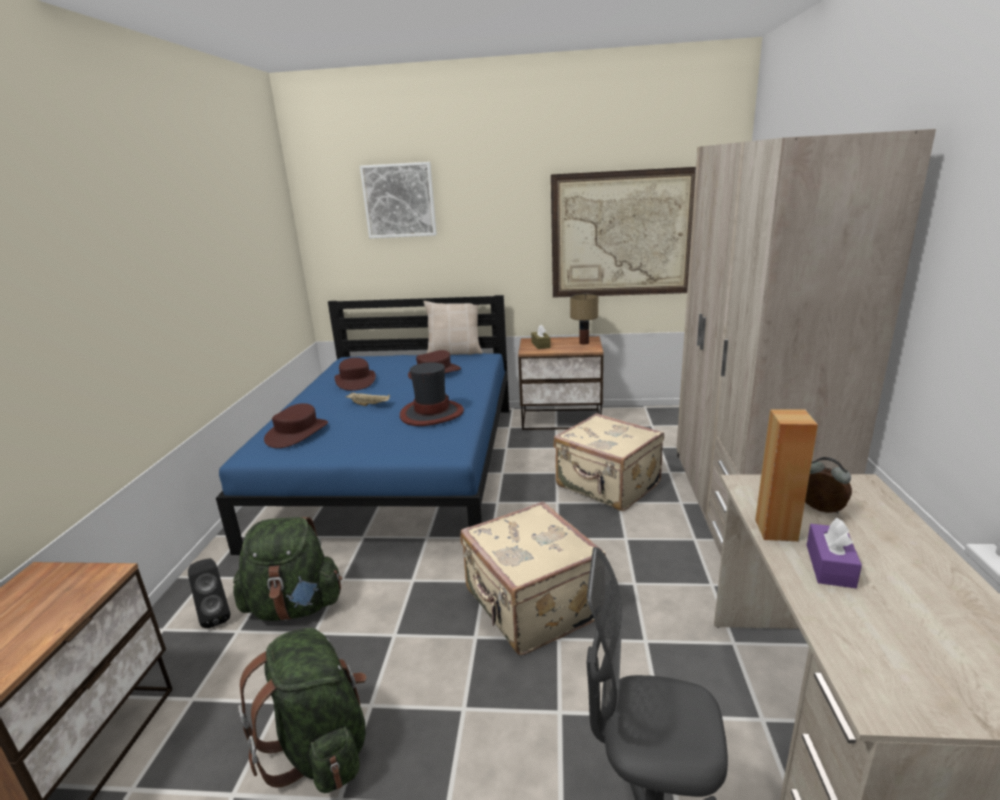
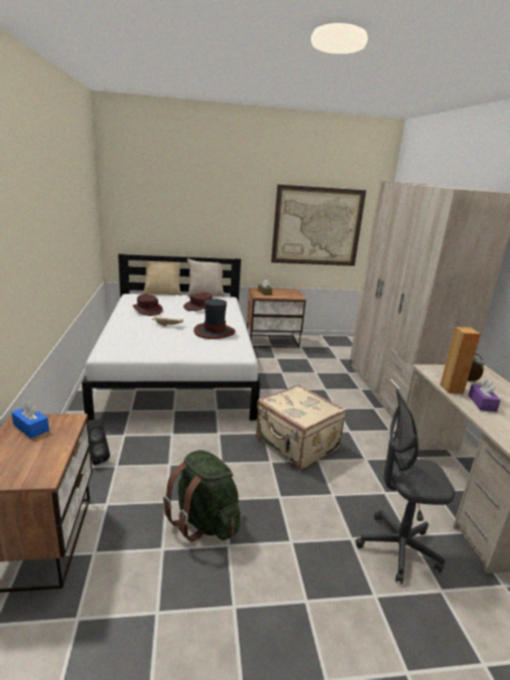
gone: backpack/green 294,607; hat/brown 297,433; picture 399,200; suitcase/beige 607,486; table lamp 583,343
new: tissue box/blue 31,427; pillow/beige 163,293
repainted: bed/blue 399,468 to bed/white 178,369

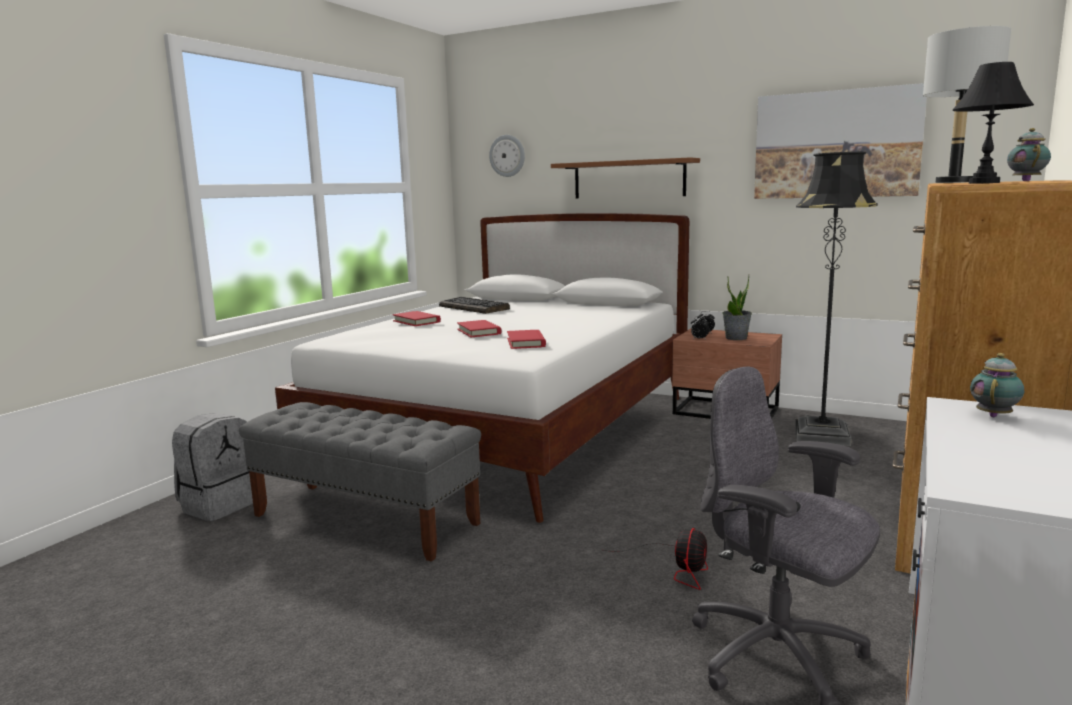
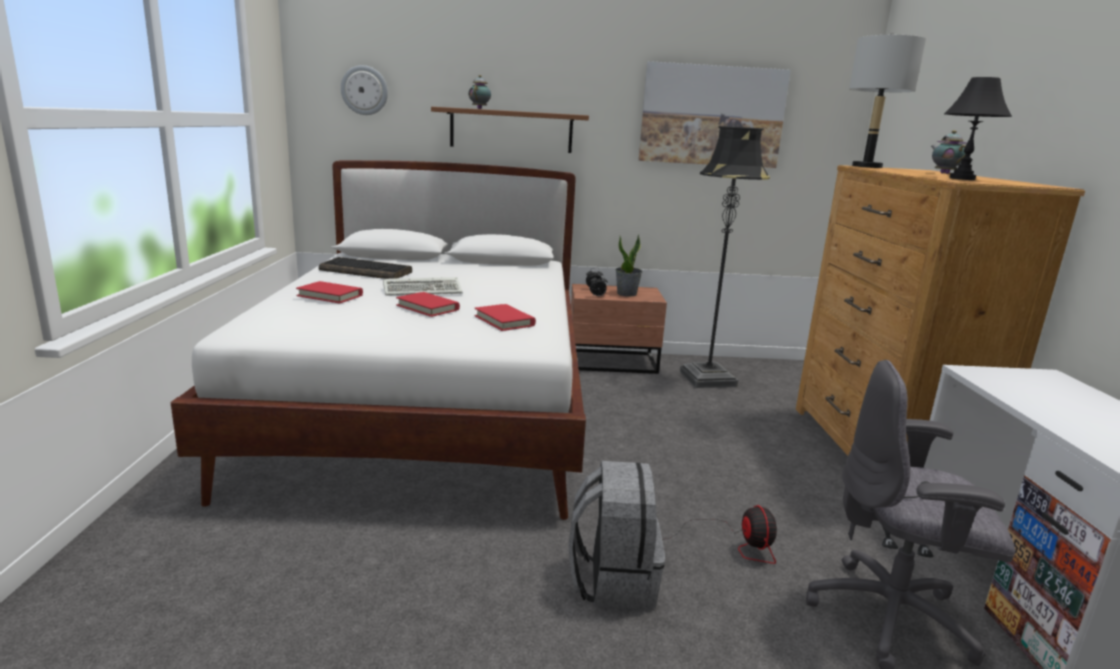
gone: bench/grey 365,519
new: keyboard 424,290
shifted: backpack/grey 219,504 to 612,580; teapot 994,415 to 480,109

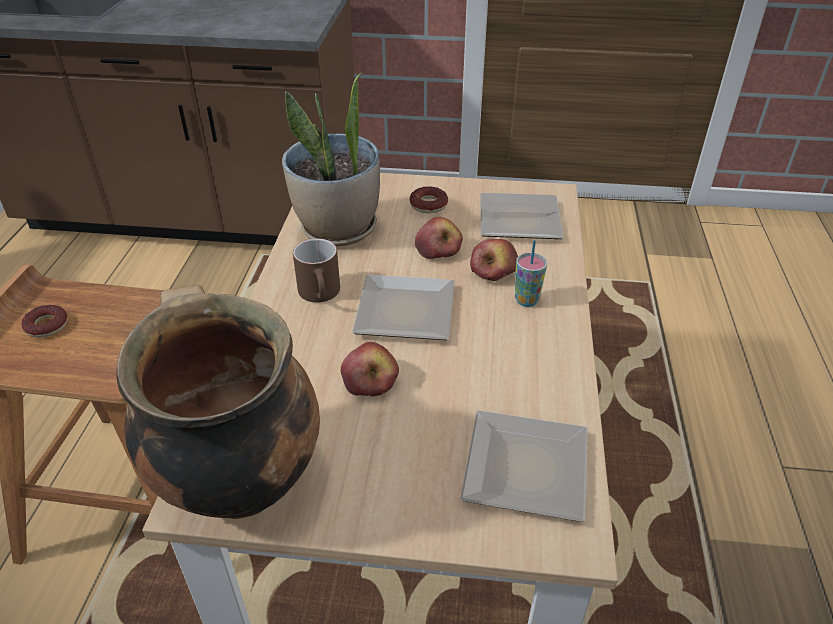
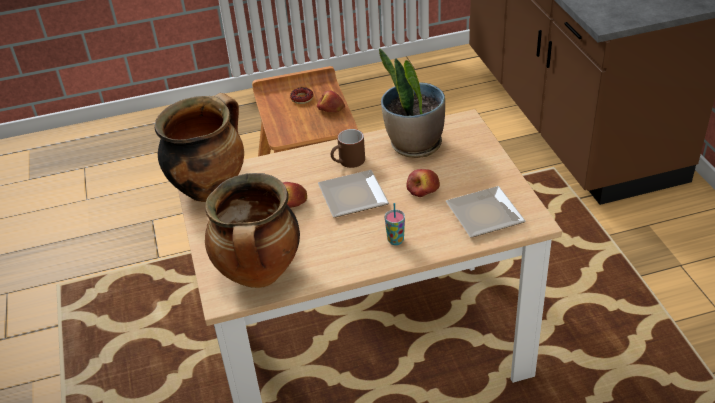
gone: donut 428,205
shifted: apple 494,271 to 331,109
swapped: plate 530,466 to cooking pot 260,275

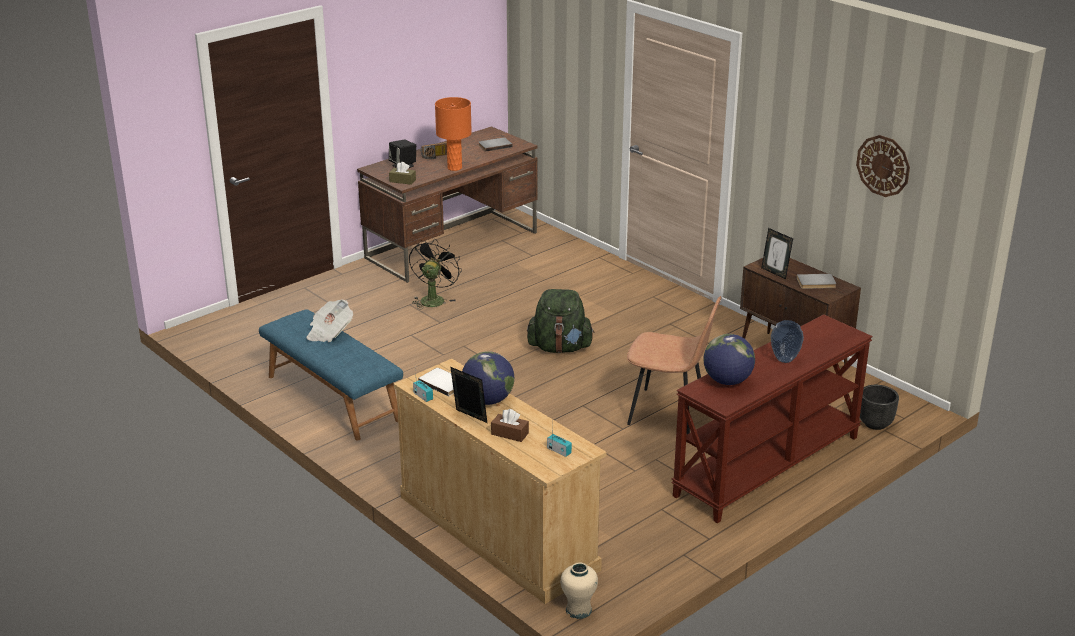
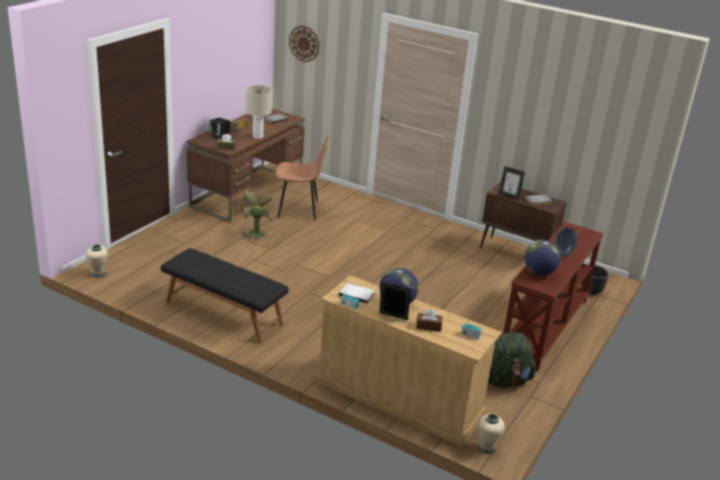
gone: newspaper 329,333
new: vase/beige 98,273
shifted: backpack/green 560,348 to 504,381; chair/brown 669,412 to 299,209; wall clock 883,165 to 304,43
repainted: bench/blue 332,398 to bench/black 223,313; fan/black 433,299 to fan/green 256,232; table lamp/orange 454,168 to table lamp/beige 257,136

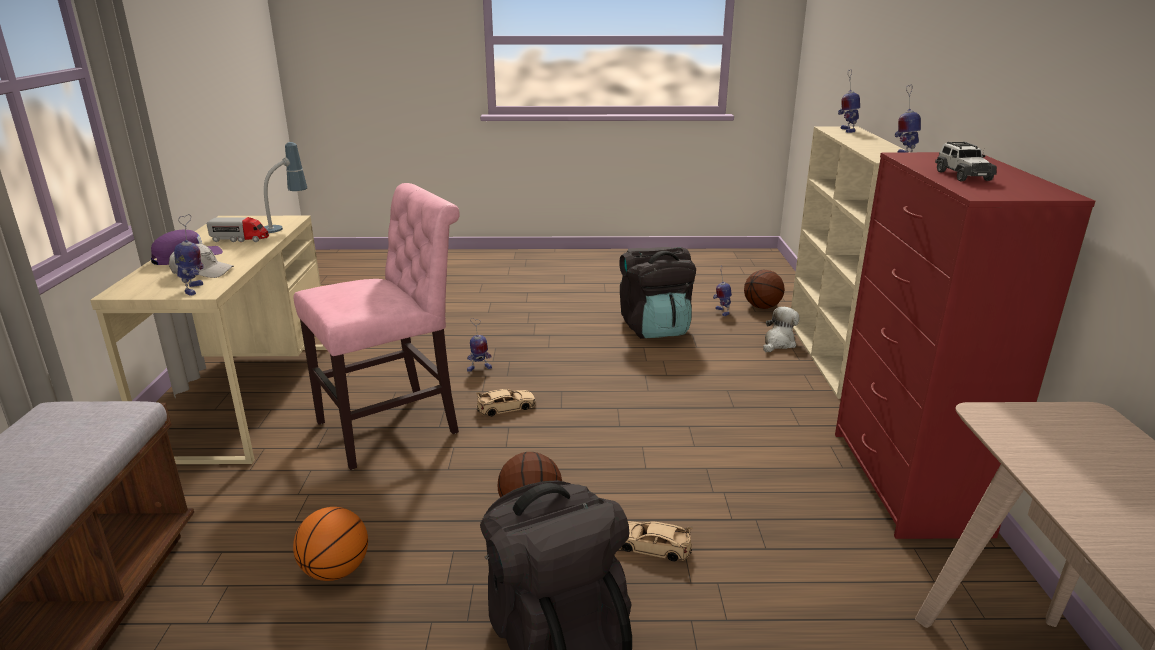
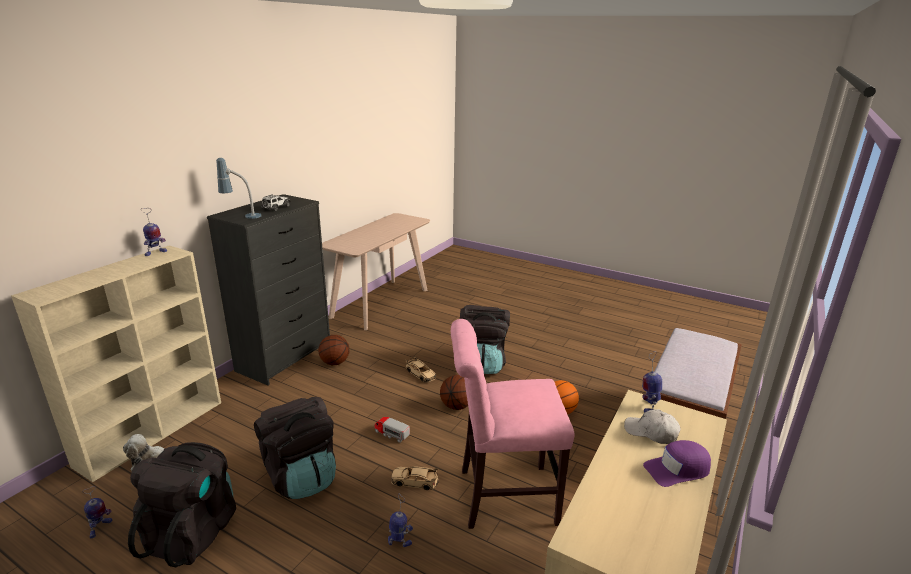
gone: toy robot 846,130
new: backpack/black 301,476
shifted: toy truck 240,239 to 391,433; table lamp 286,227 to 242,216; basketball 762,307 to 334,362
repainted: dresser/red 908,482 to dresser/black 285,357

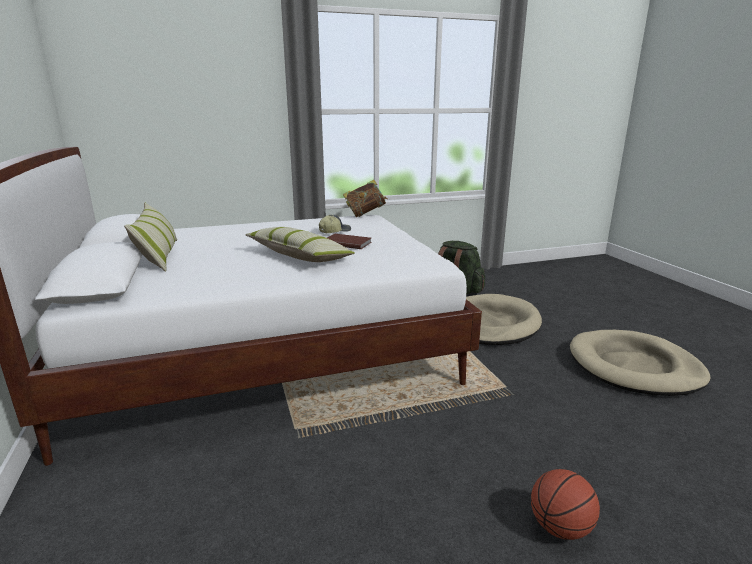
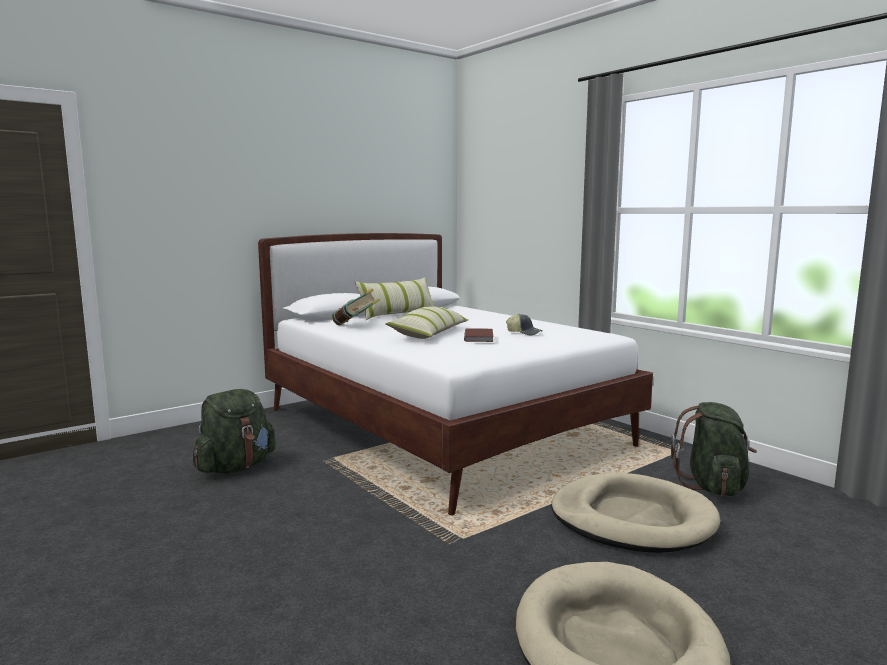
gone: basketball 560,527
new: backpack/green 236,467
shifted: book 365,214 to 356,326

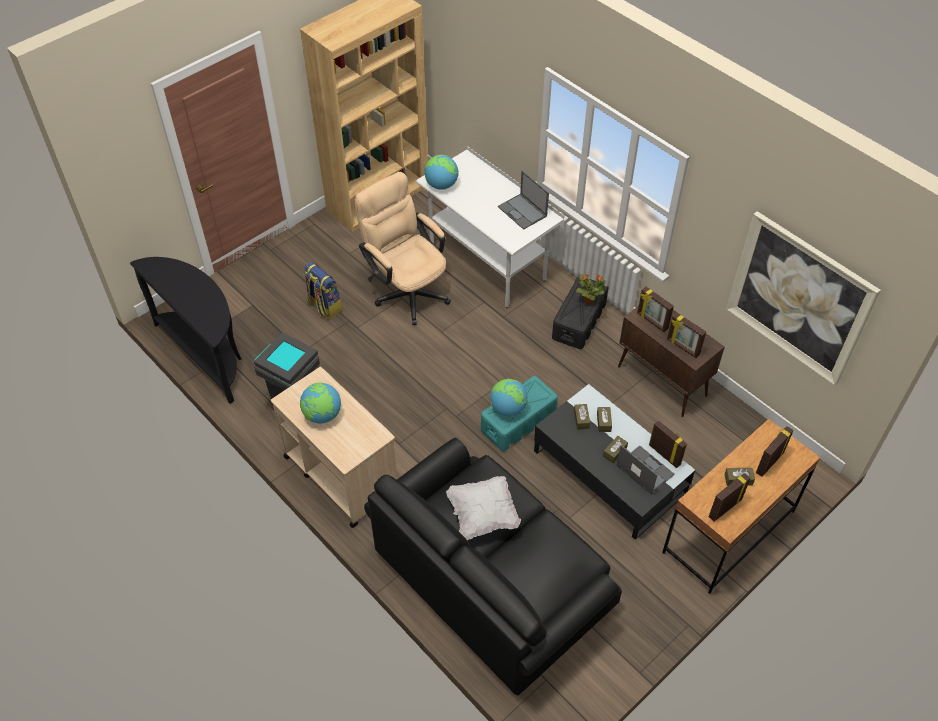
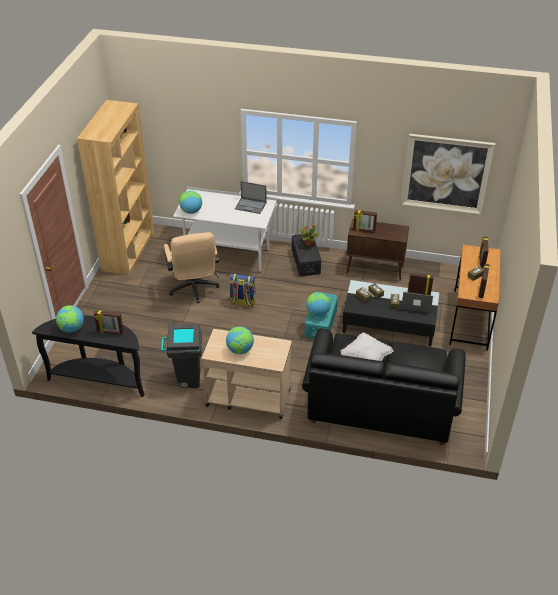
new: globe 72,329
shifted: backpack 324,306 to 242,303; picture frame 682,347 to 110,332
rotated: office chair/beige 407,290 = 194,289 120 degrees counterclockwise

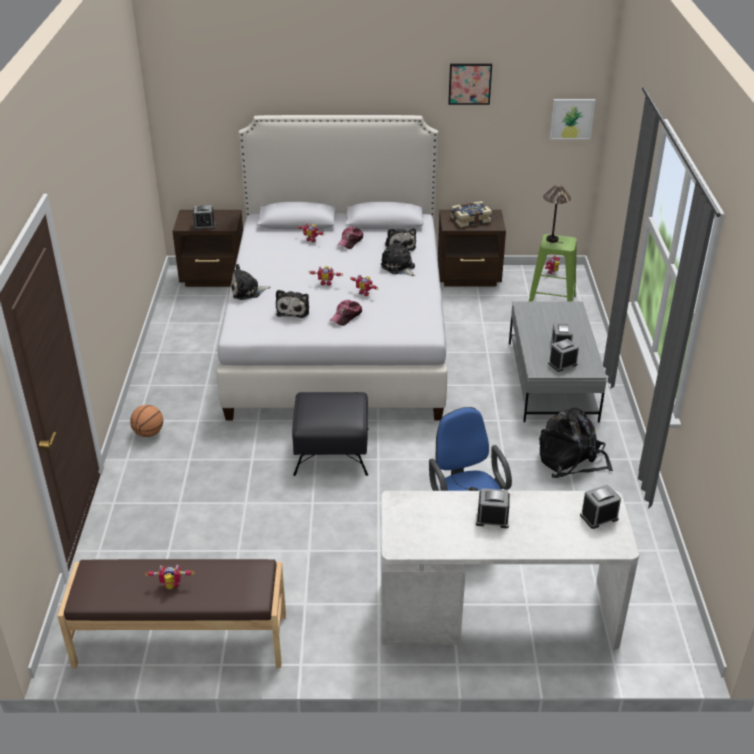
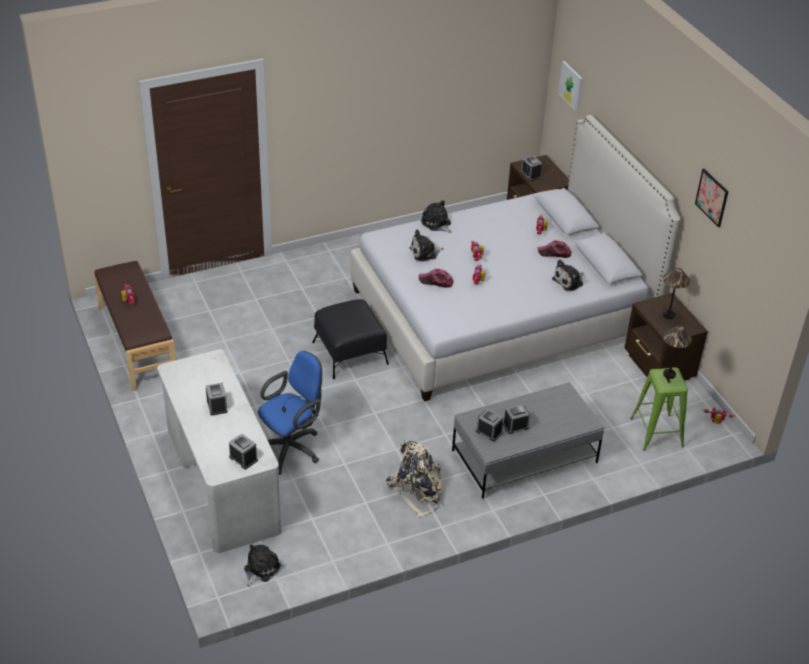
gone: basketball 148,433
shifted: plush toy 399,267 to 260,569; picture 572,118 to 571,86
swapped: book 470,219 to table lamp 668,315
repainted: backpack/black 571,460 to backpack/beige 417,490

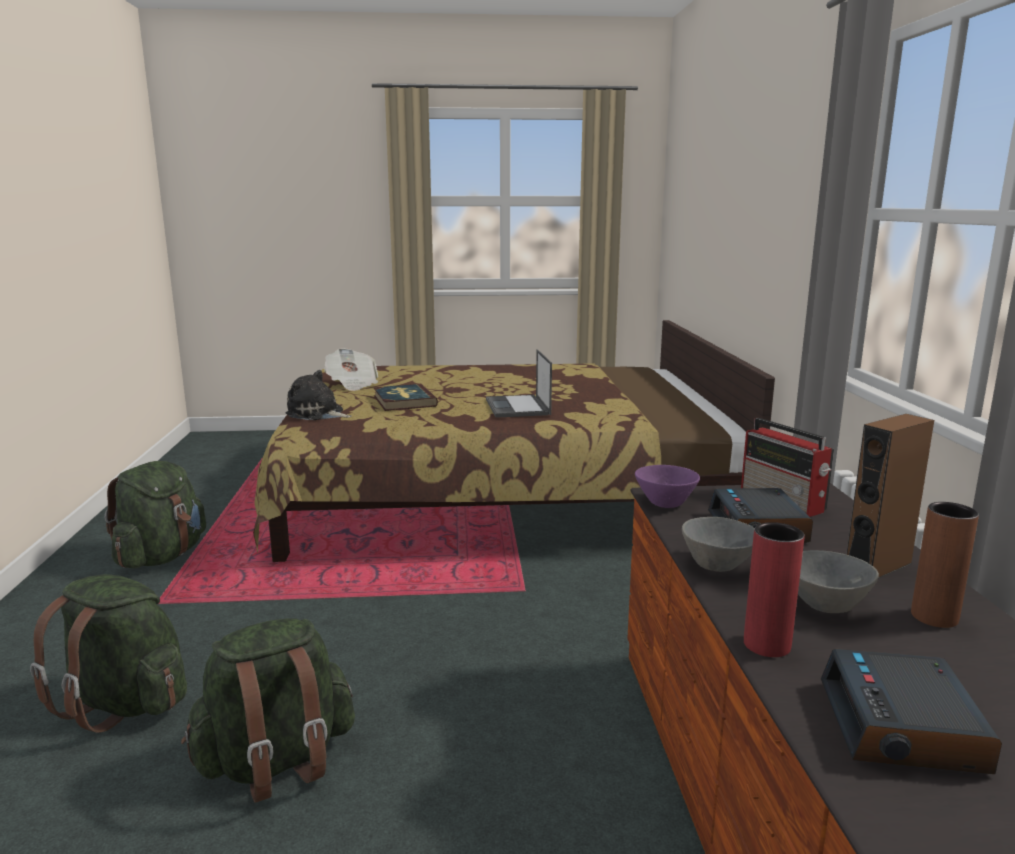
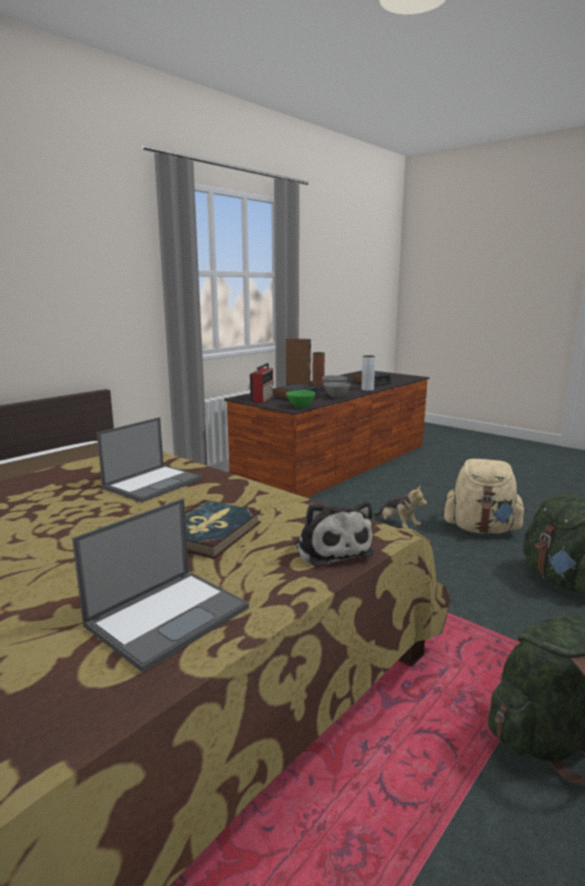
new: plush toy 398,525
swapped: newspaper 352,384 to laptop 169,615
repainted: backpack/green 277,762 to backpack/beige 481,529; bowl/purple 667,502 to bowl/green 300,406; vase/red 767,645 to vase/grey 367,389

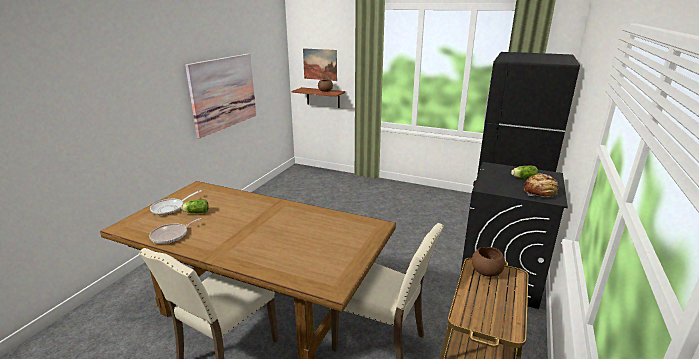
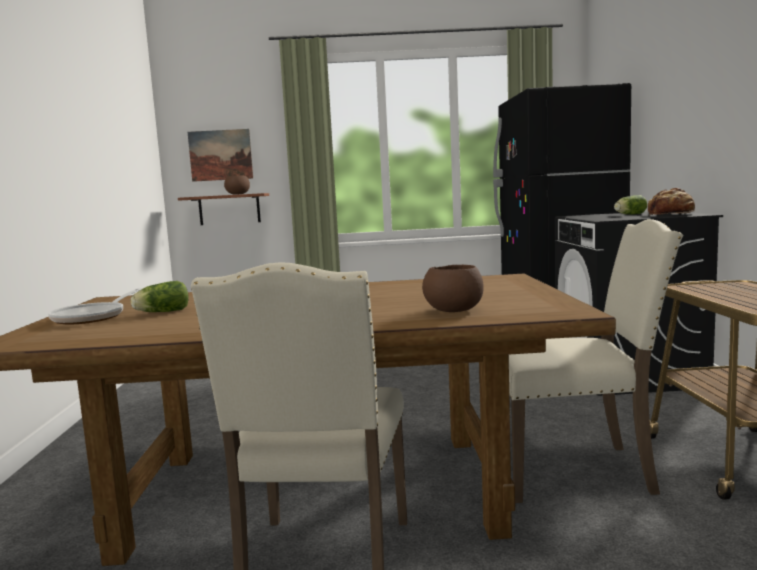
gone: frying pan 171,235; picture 223,93
shifted: bowl/brown 487,271 to 454,310

